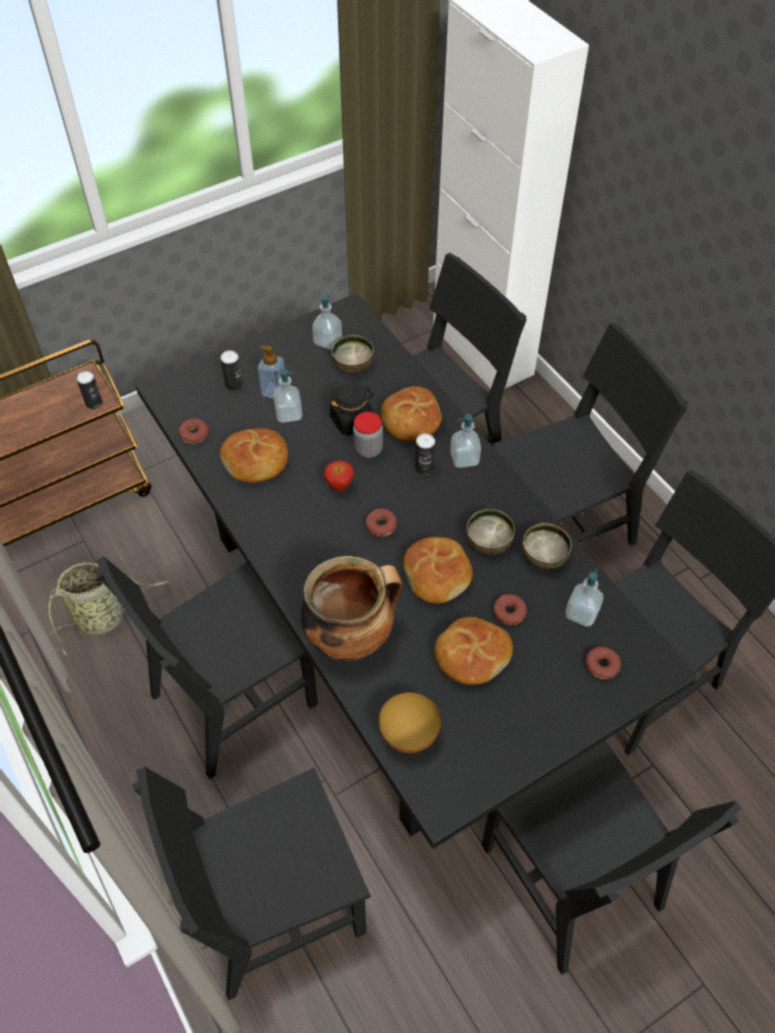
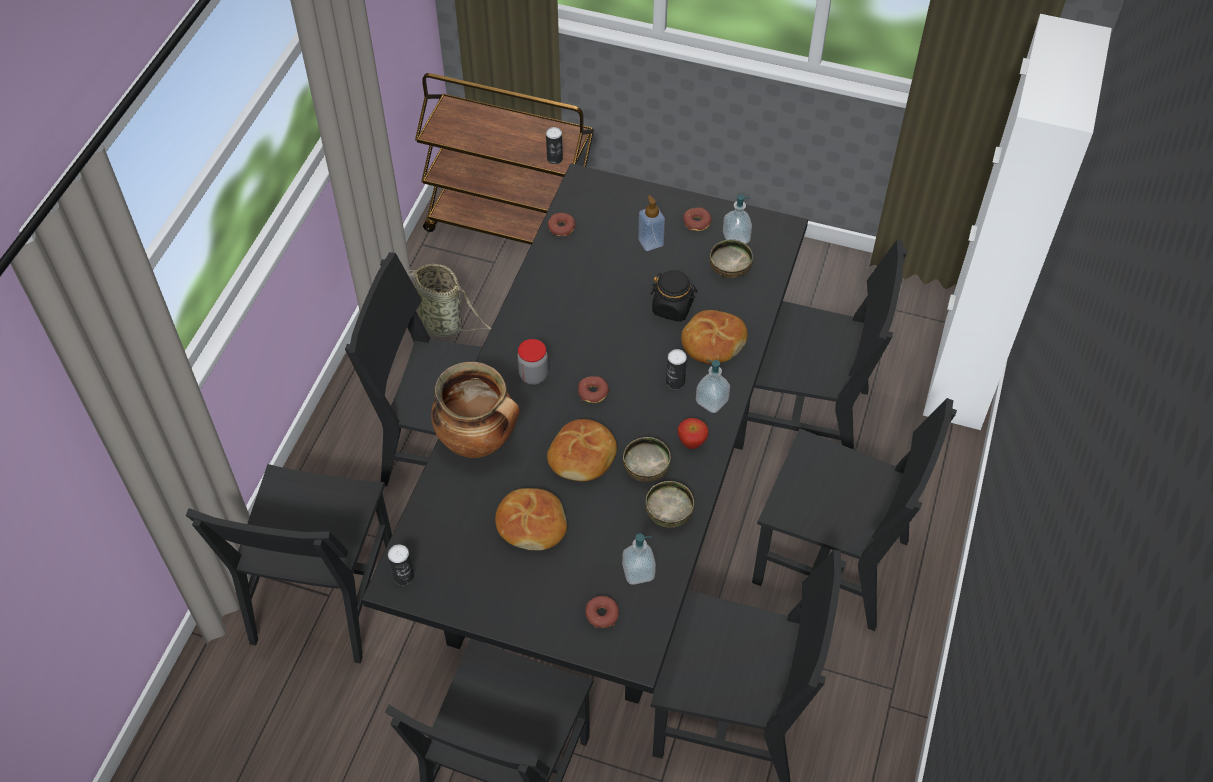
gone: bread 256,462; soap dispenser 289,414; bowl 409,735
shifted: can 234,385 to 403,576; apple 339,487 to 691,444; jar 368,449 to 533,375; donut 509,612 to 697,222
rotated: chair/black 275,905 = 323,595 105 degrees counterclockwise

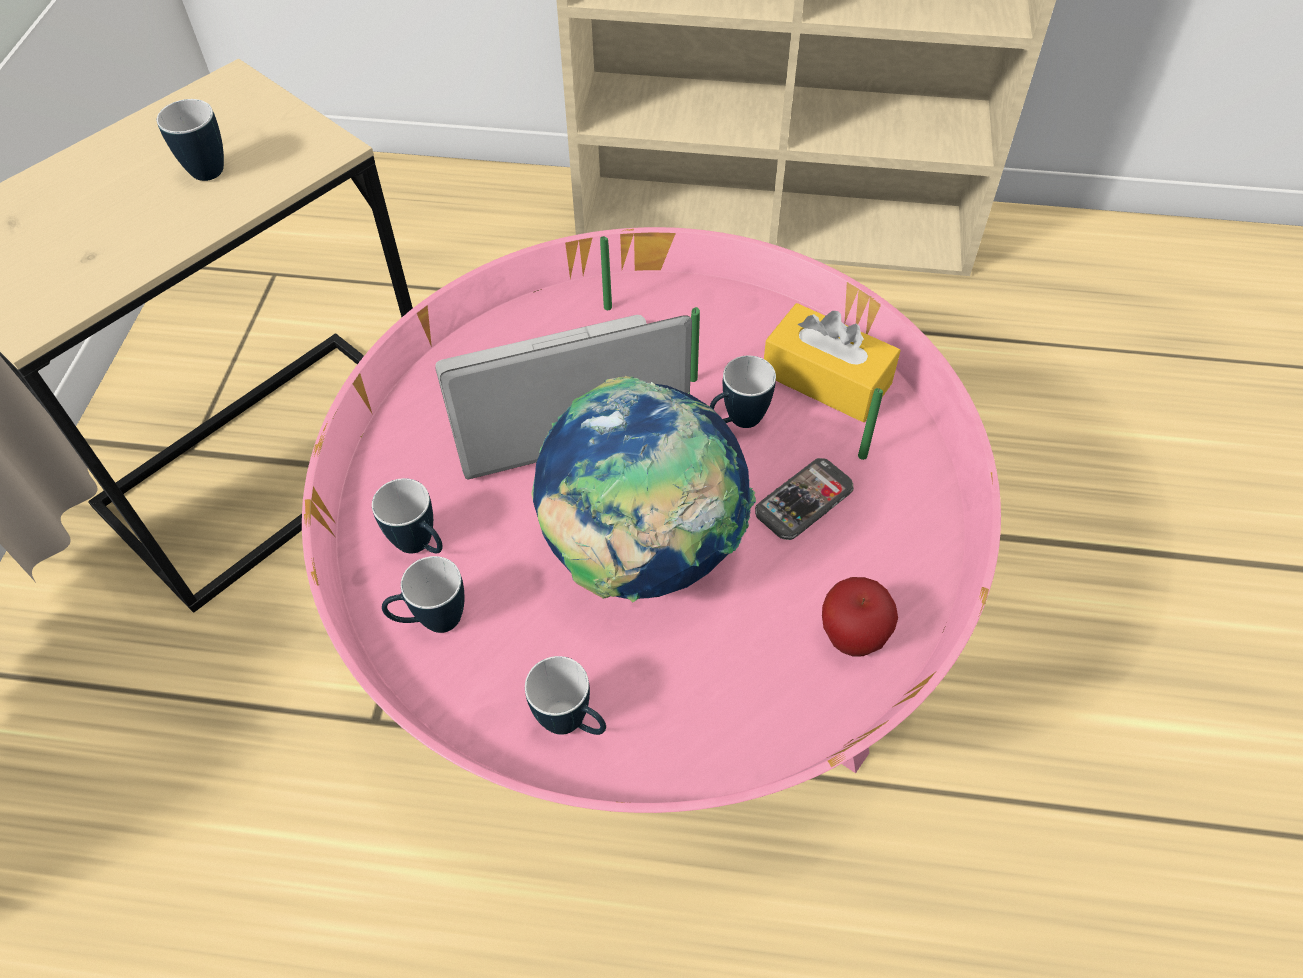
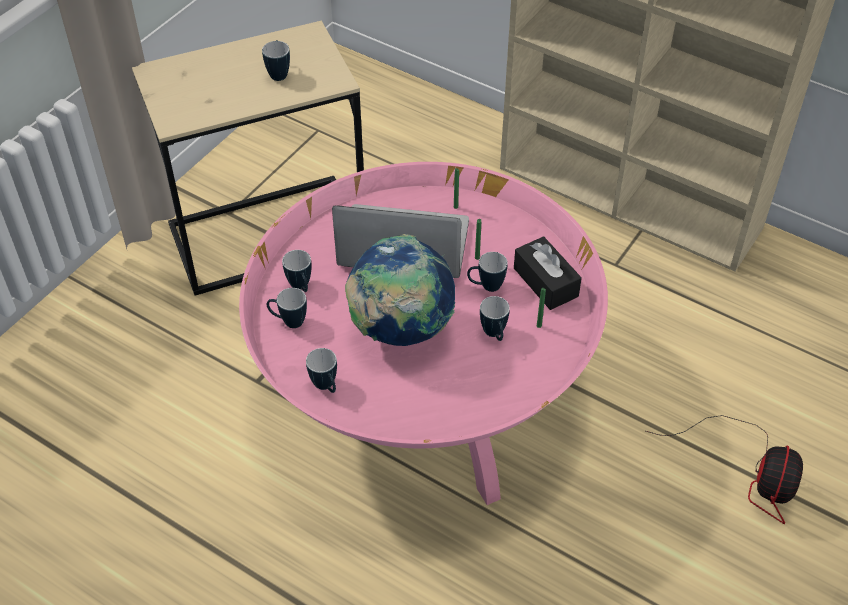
gone: apple 852,637
new: fan 751,473
swapped: phone 804,501 to mug 494,335
repainted: tissue box/yellow 826,379 to tissue box/black 545,282

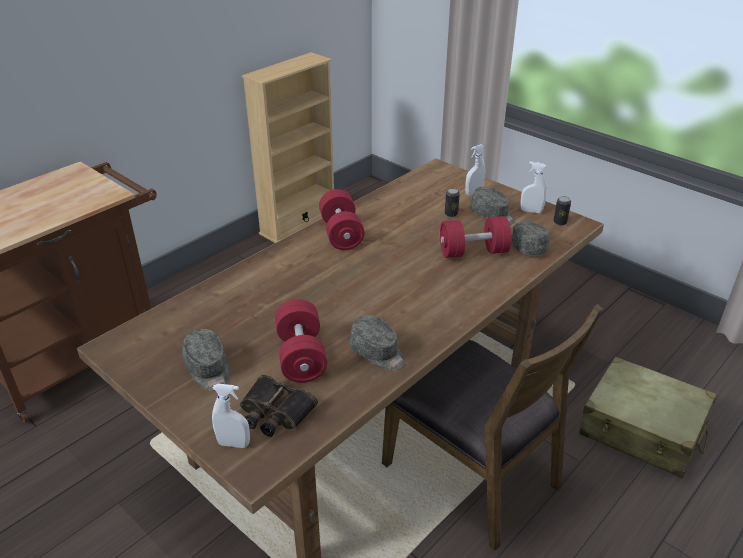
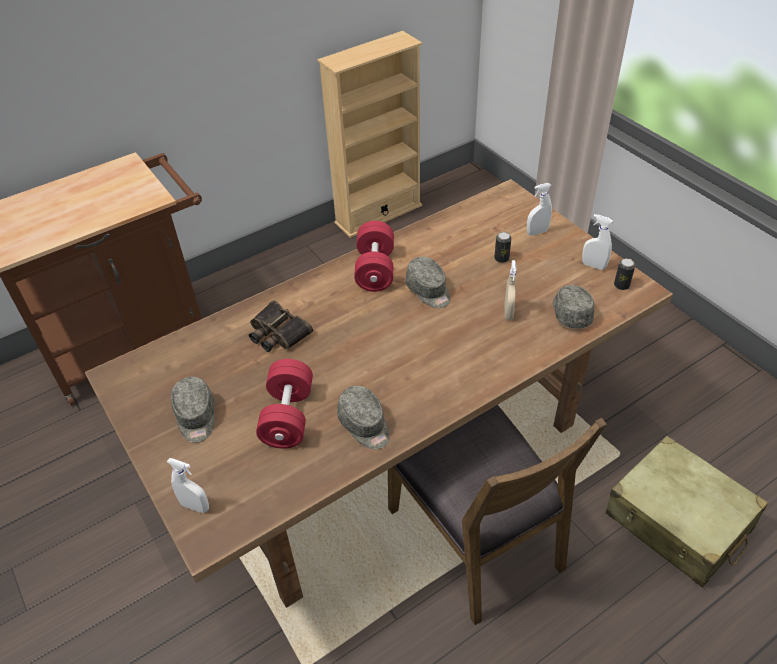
shifted: binoculars 274,412 to 277,333; cap/grey 492,215 to 429,291
swapped: dumbbell/red 473,252 to spray bottle/beige 508,312

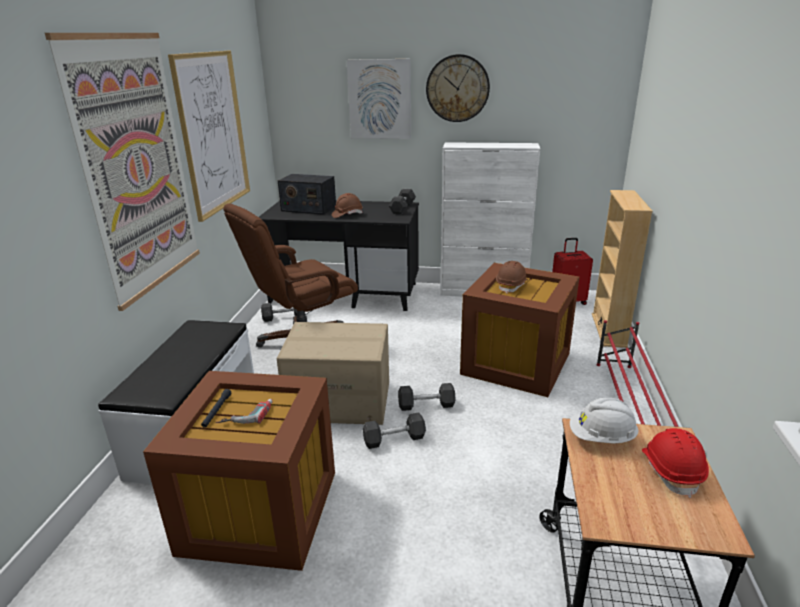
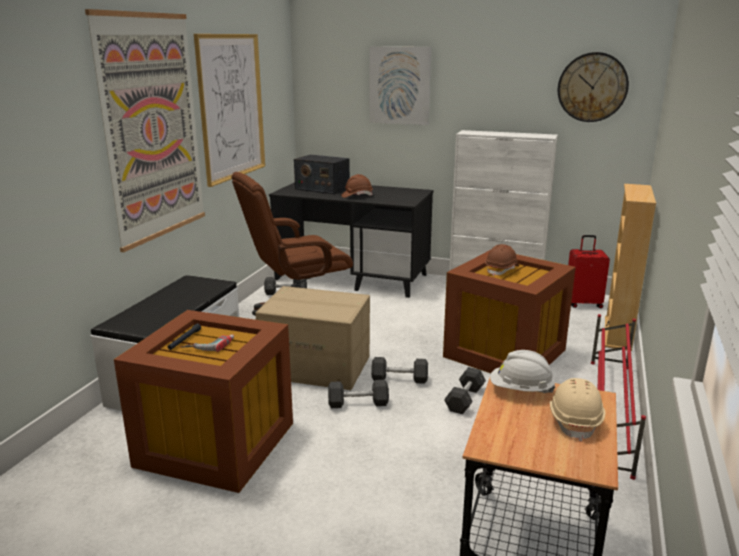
shifted: dumbbell/grey 402,208 to 464,399; wall clock 457,88 to 592,87
repainted: hard hat/red 671,470 to hard hat/beige 575,420

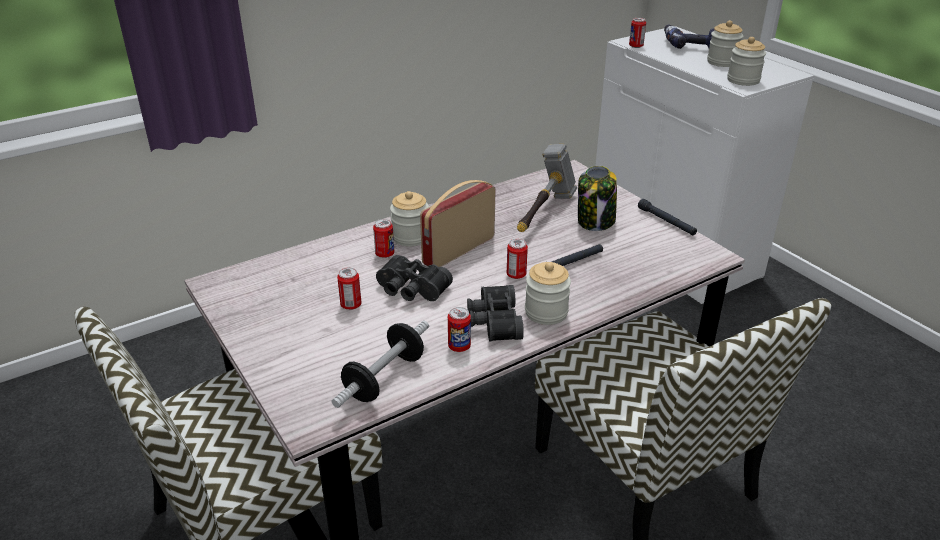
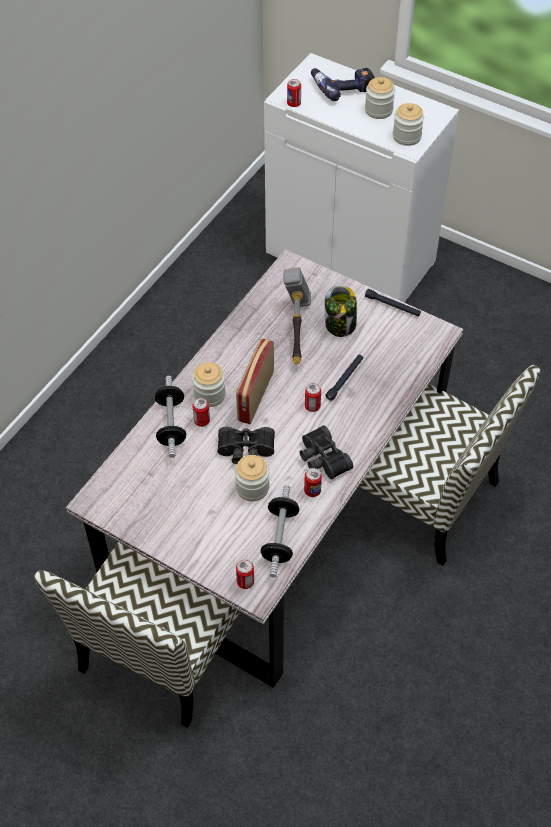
new: dumbbell 171,424
shifted: can 351,305 to 245,582; jar 546,312 to 252,487

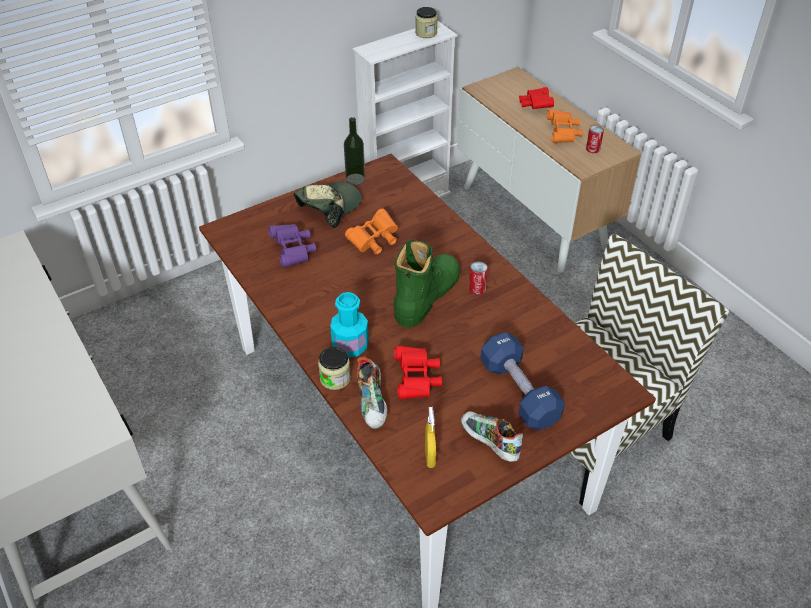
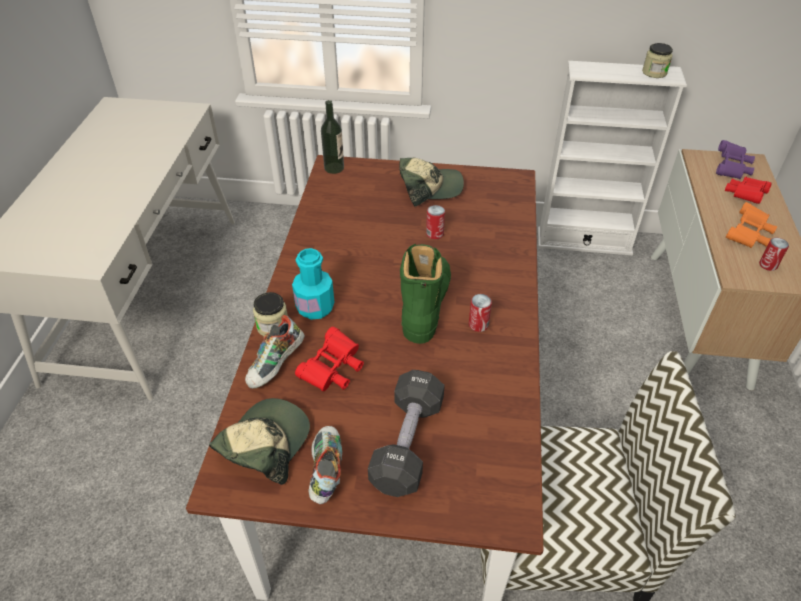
shifted: binoculars/purple 293,251 to 731,168; bottle 355,179 to 334,168
swapped: binoculars/orange 374,241 to can 434,234; spray bottle/yellow 430,457 to cap 264,445
repainted: dumbbell/blue 519,392 to dumbbell/black 407,443
rotated: boot/green 426,295 = 425,304 60 degrees counterclockwise

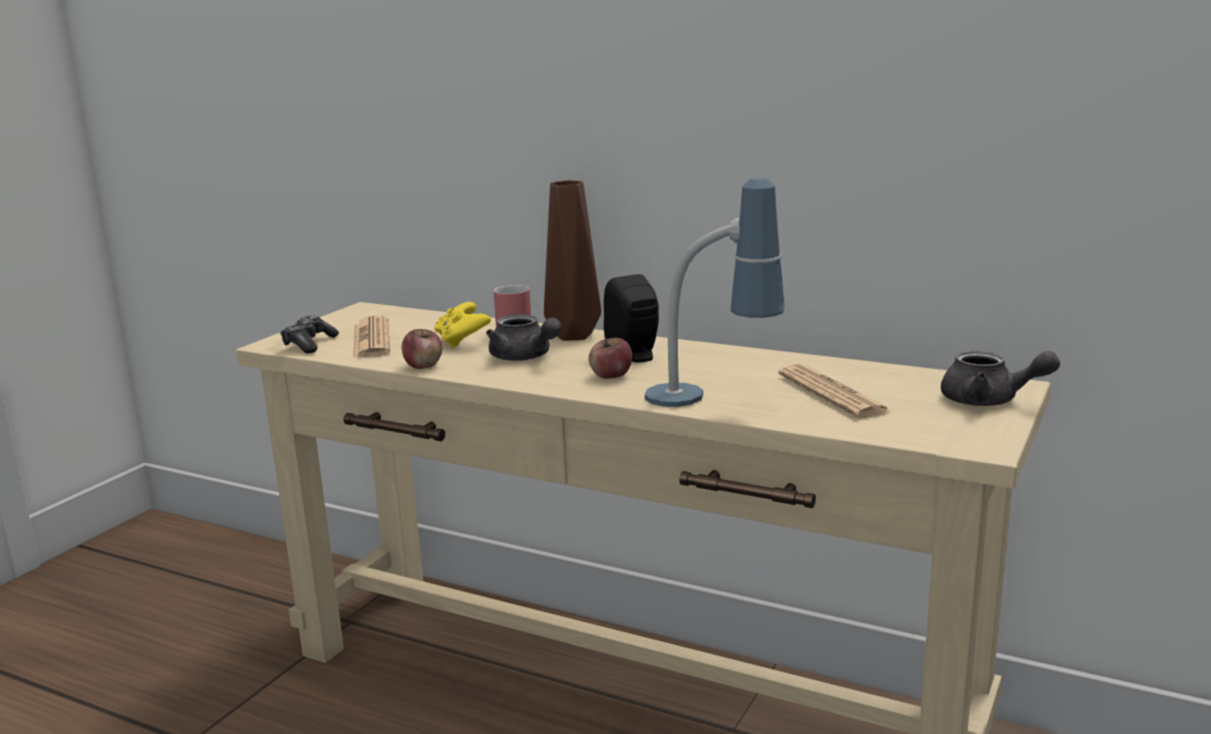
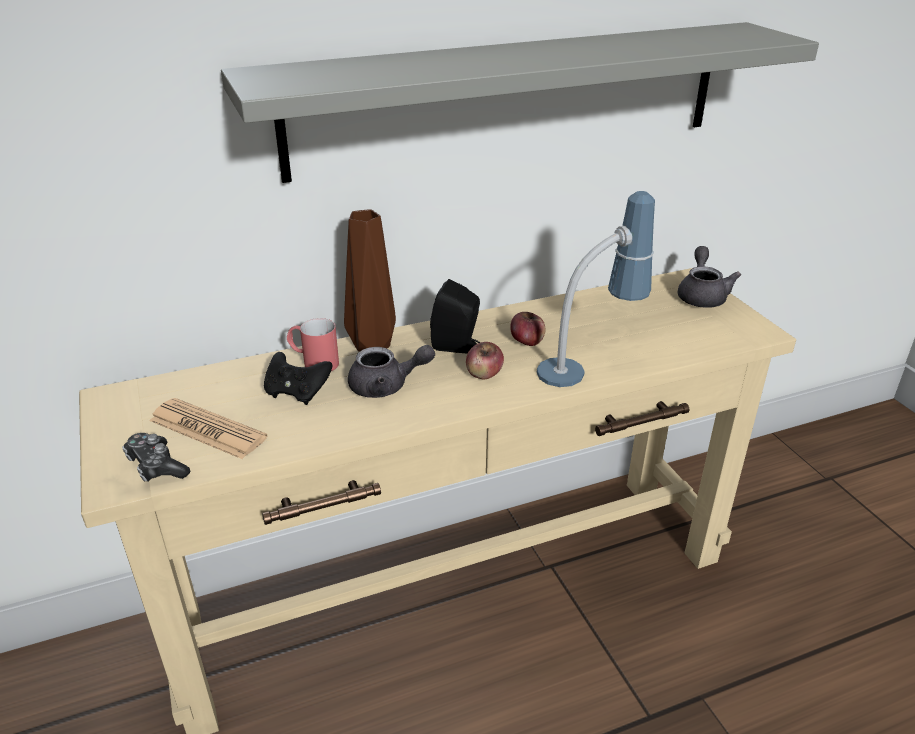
gone: newspaper 832,393
new: shelf/grey 510,98
shifted: apple 423,366 to 527,341
repainted: game controller/yellow 462,341 to game controller/black 297,393
rotated: teapot/grey 989,401 = 702,295 60 degrees counterclockwise

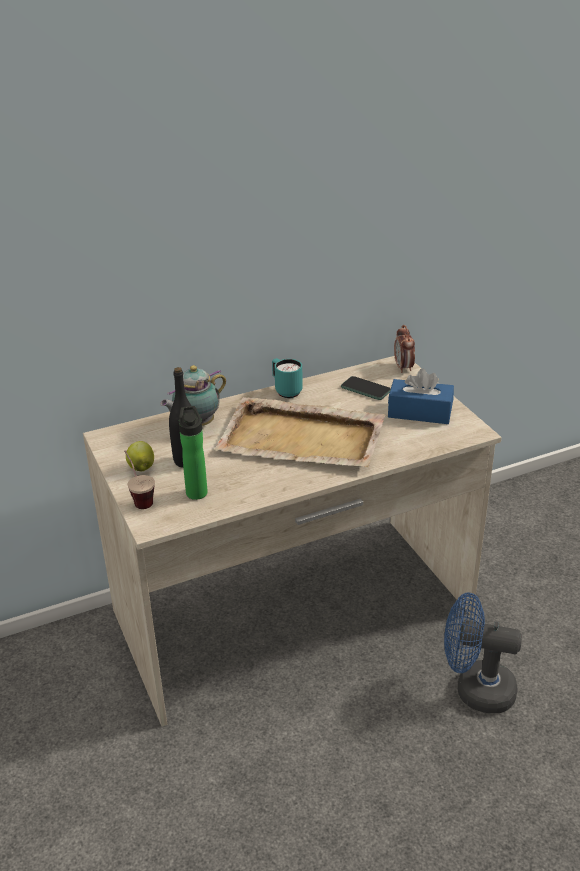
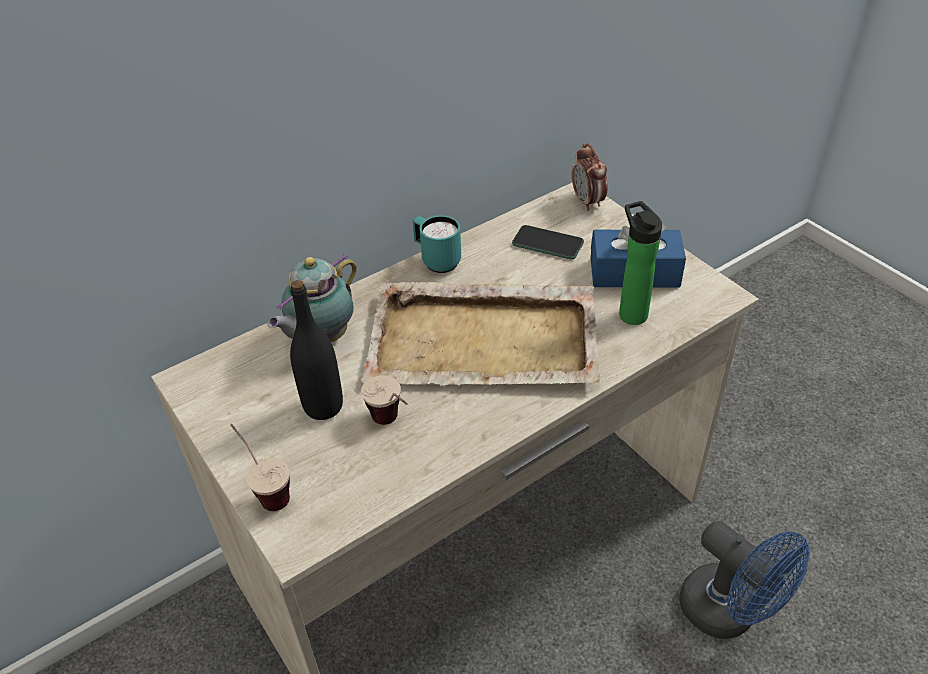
gone: apple 141,467
new: cup 393,425
shifted: bottle 196,491 to 630,312
rotated: fan/blue 475,689 = 729,613 135 degrees counterclockwise

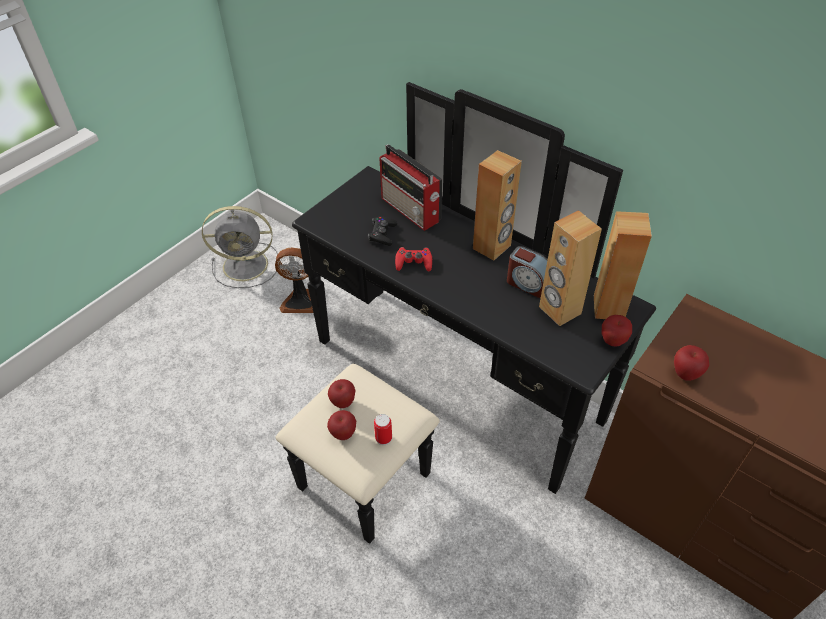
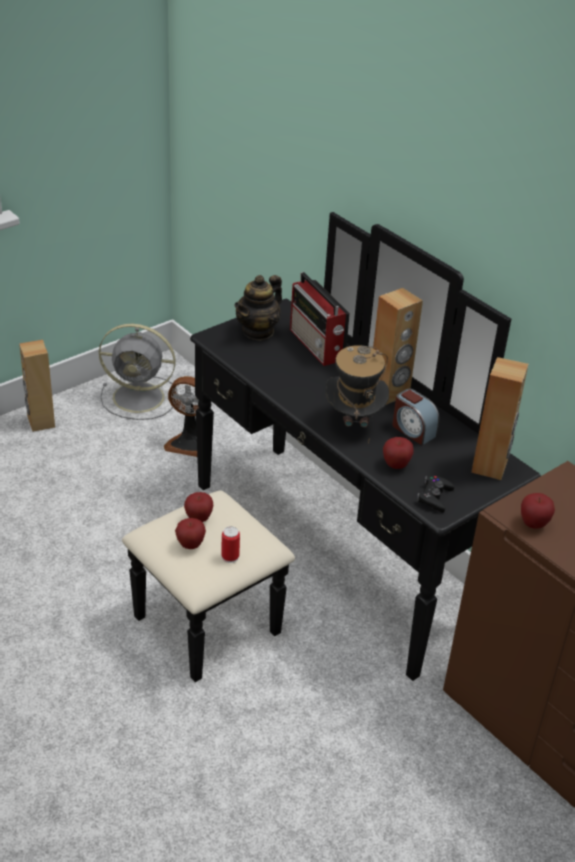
gone: game controller/red 413,262
new: teapot 258,331; hat 353,423
shifted: game controller/black 382,234 to 434,497; speaker/brown 559,310 to 40,422; apple 613,341 to 396,465

